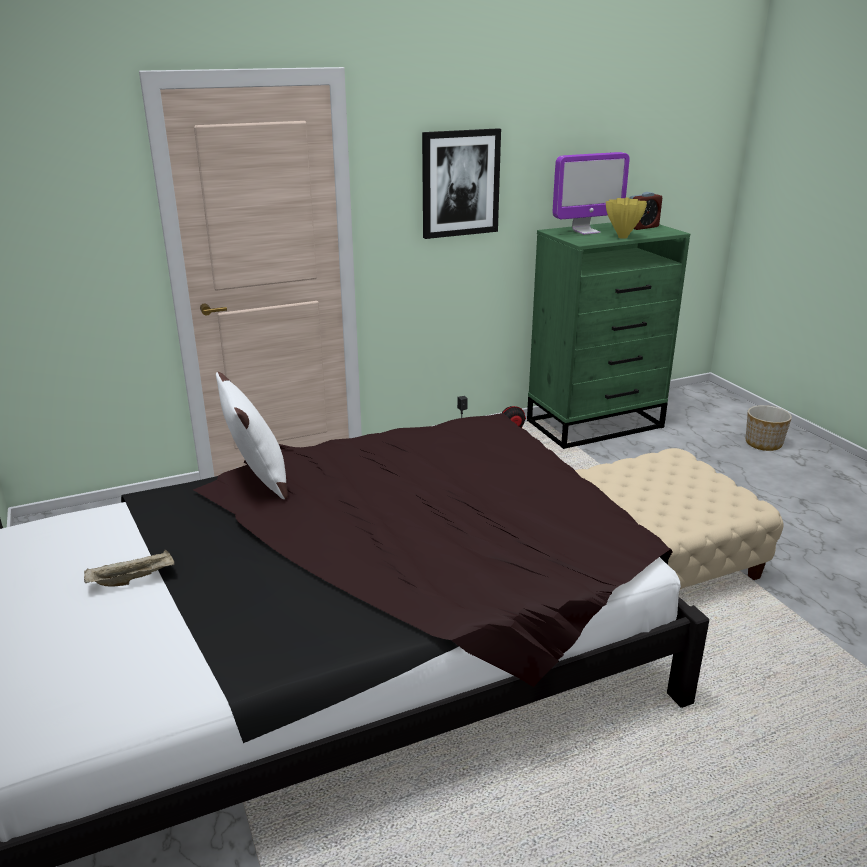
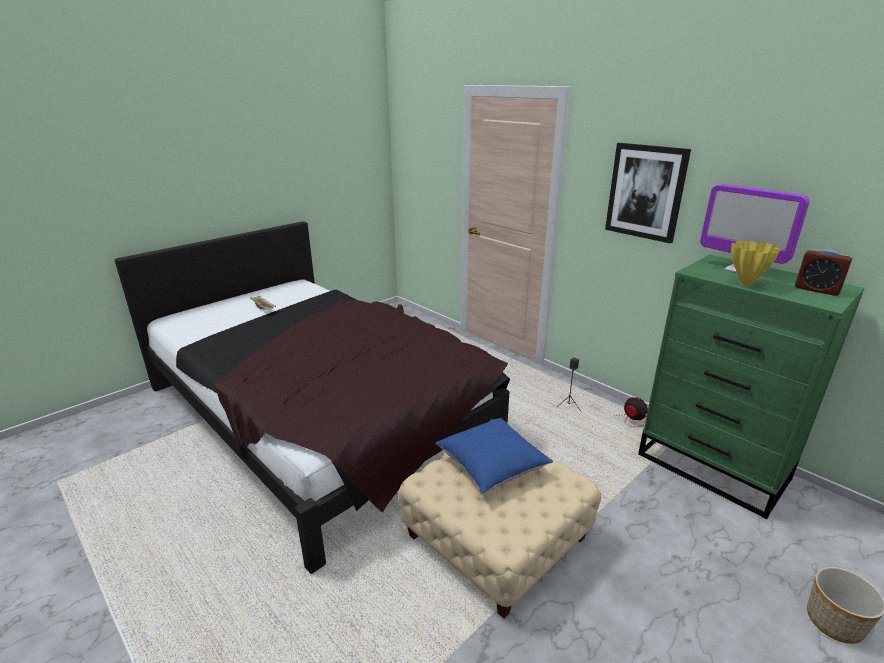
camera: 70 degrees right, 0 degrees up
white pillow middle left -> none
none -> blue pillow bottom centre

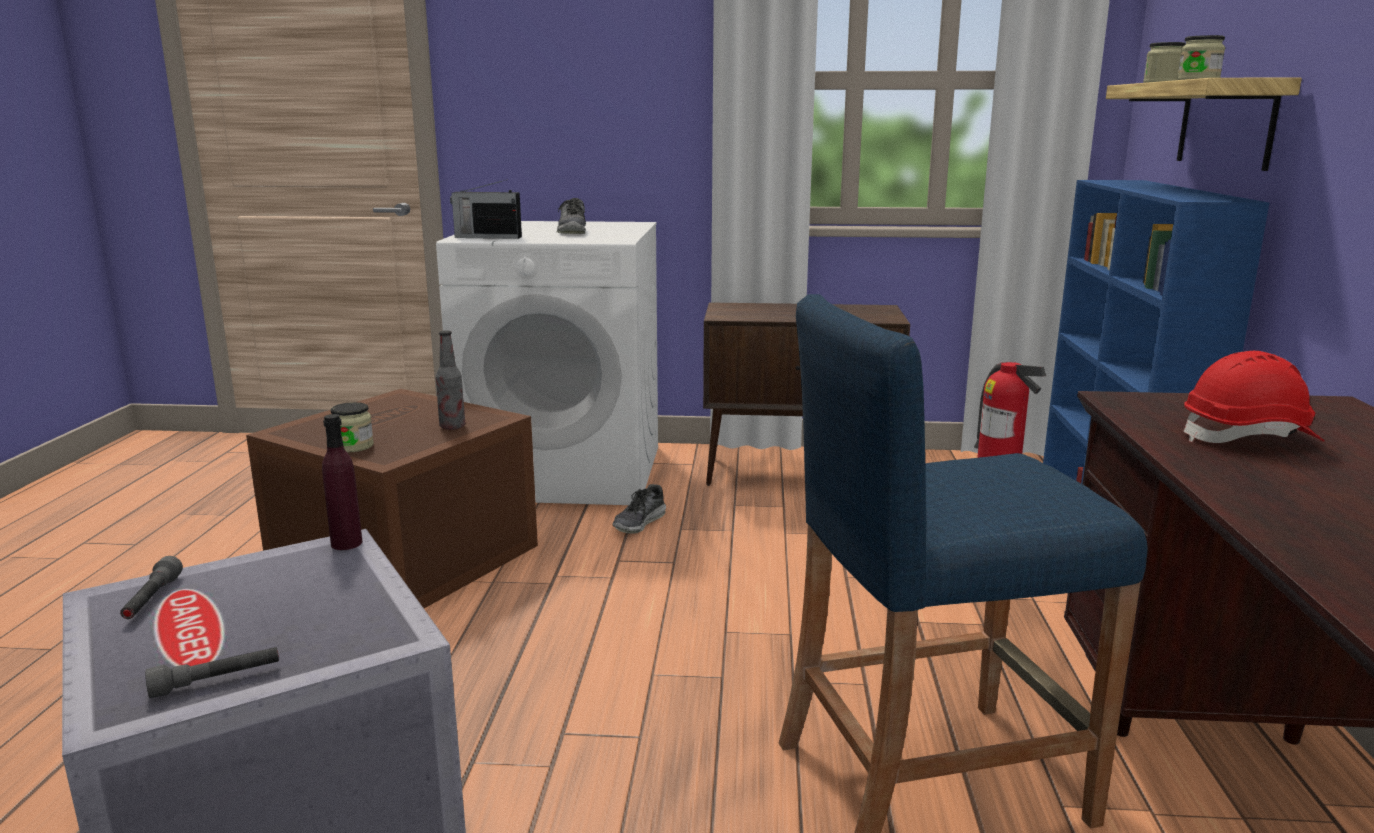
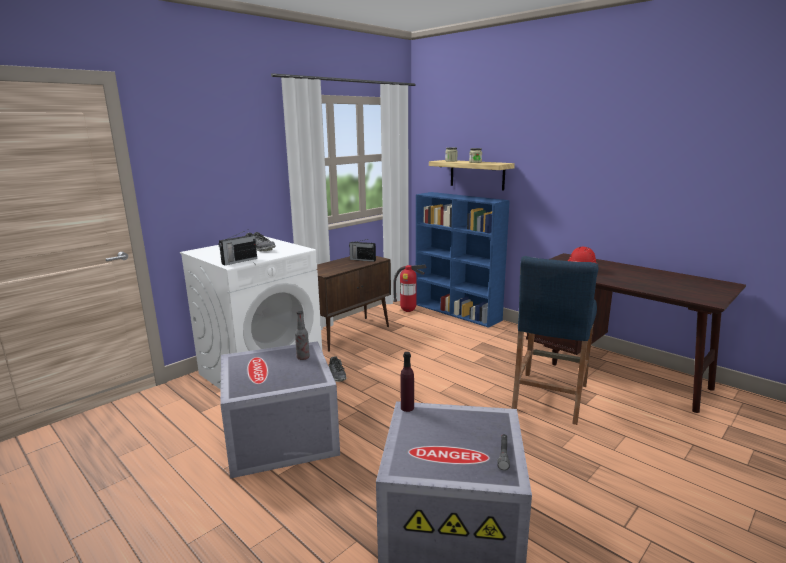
camera: 50 degrees left, 0 degrees up
grey flashlight (1st from left) bottom left -> none
jar (1st from left) middle left -> none
none -> radio (2nd from left) centre
brown storage box middle left -> grey storage box (1st from left) bottom centre

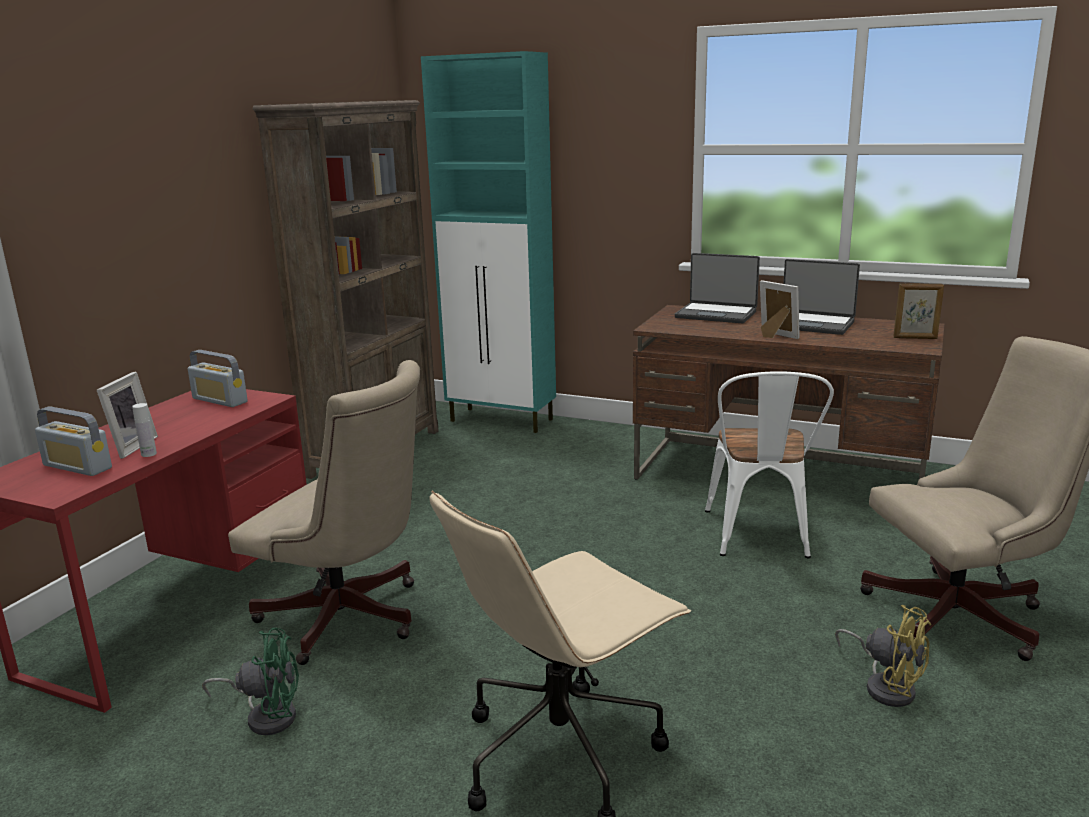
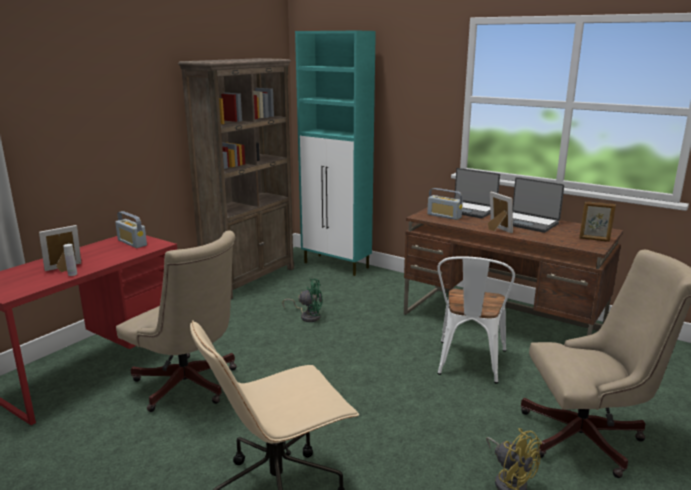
camera: 10 degrees right, 0 degrees up
radio (1st from left in the first image) middle left -> radio (2nd from left) centre, move
green fan bottom left -> green fan centre, move
picture frame (1st from left) middle left, 150 degrees counterclockwise

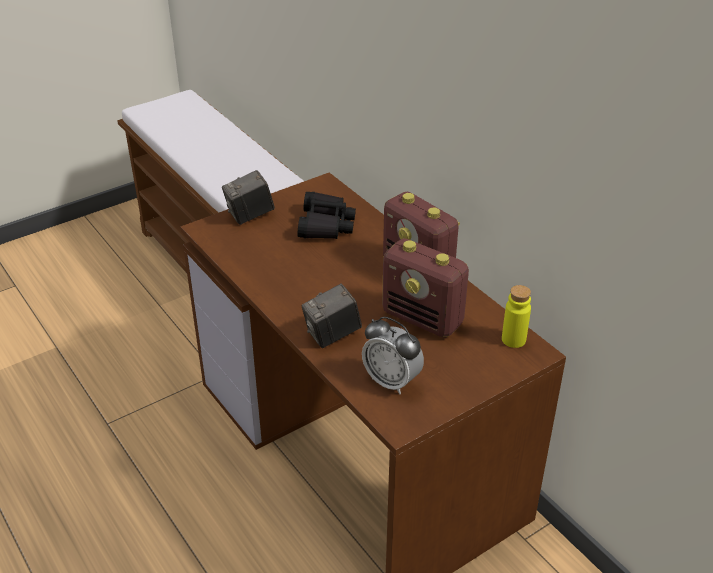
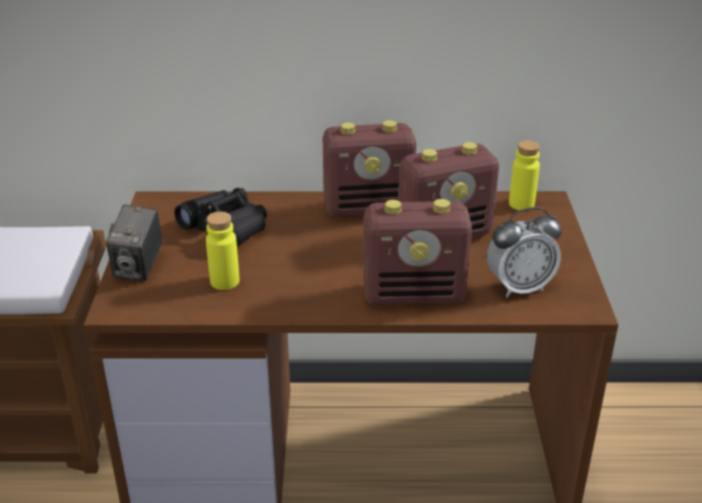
camera: 55 degrees left, 5 degrees down
none -> yellow bottle (1st from left) middle left
photo camera (2nd from left) centre -> radio (2nd from left) centre

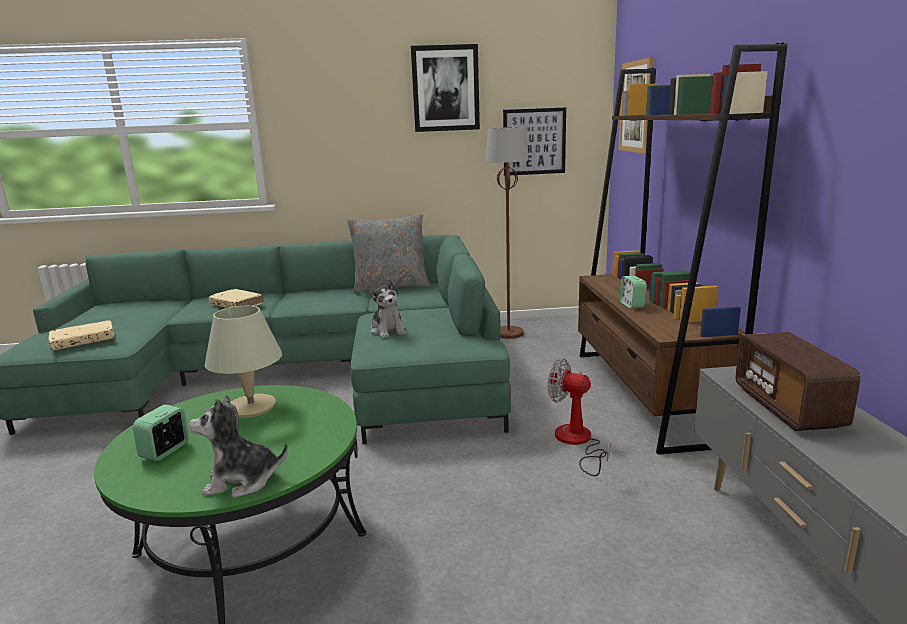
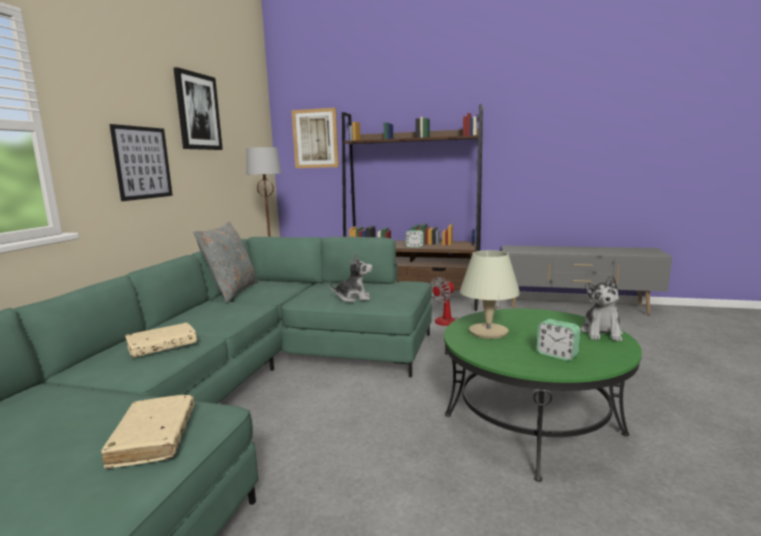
camera: 70 degrees left, 5 degrees down
radio middle right -> none
picture (2nd from left in the first image) top centre -> picture (1st from left) top left, move

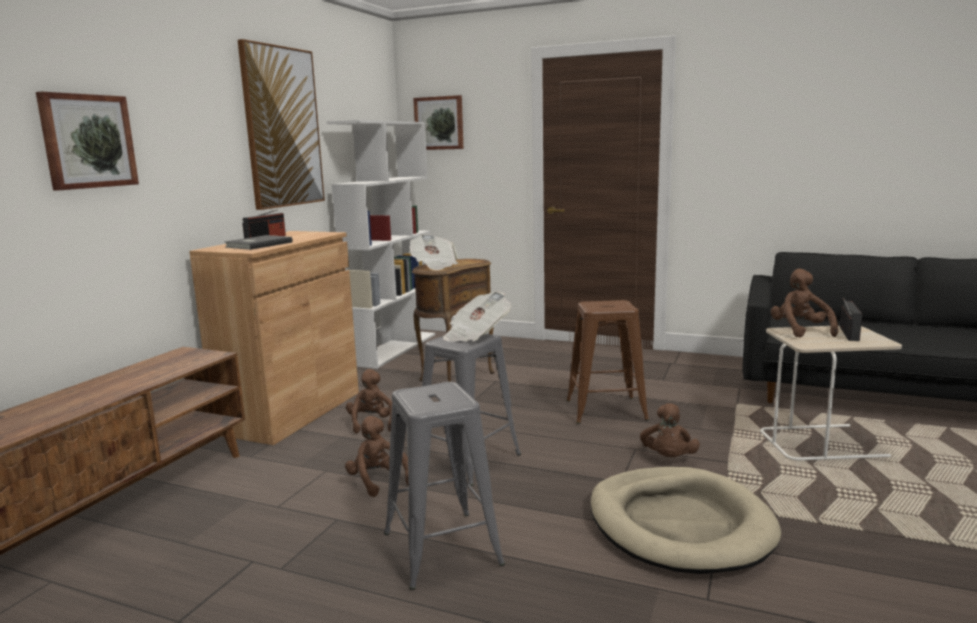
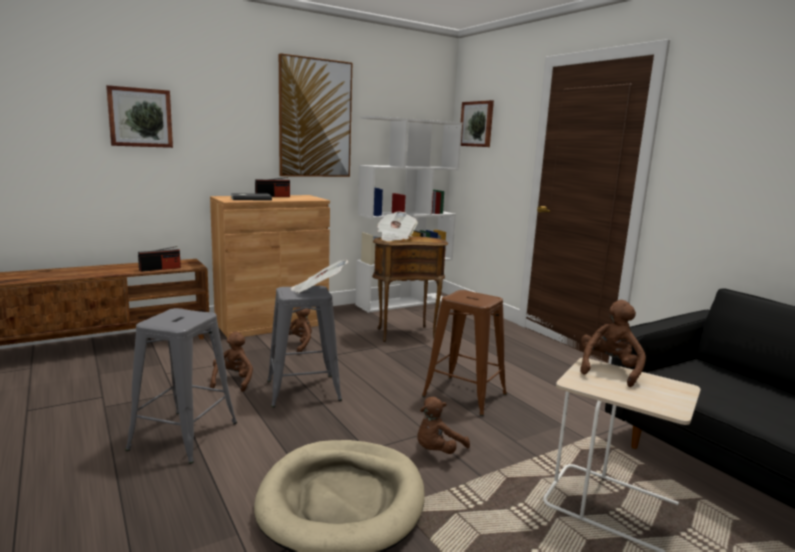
camera: 35 degrees right, 0 degrees up
radio (2nd from left in the first image) middle right -> radio (1st from left) middle left, move

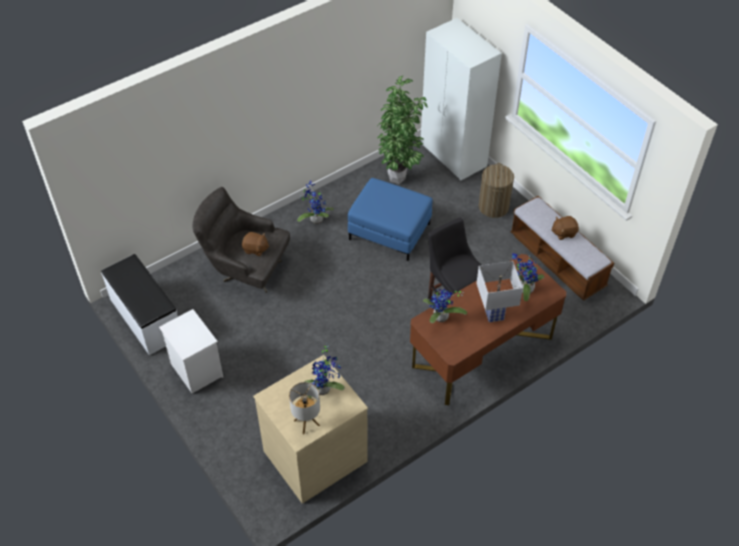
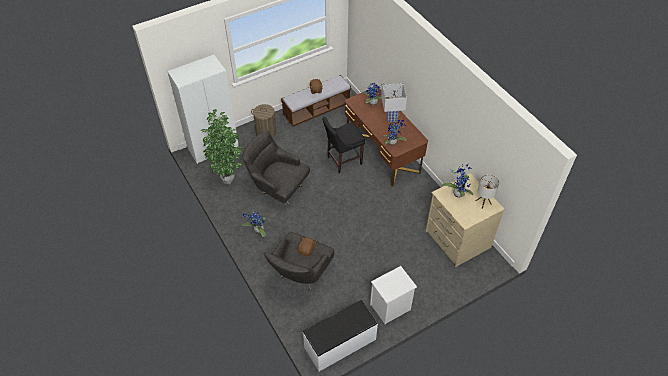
camera: 85 degrees left, 0 degrees up
blue ottoman centre -> grey armchair (1st from left) centre

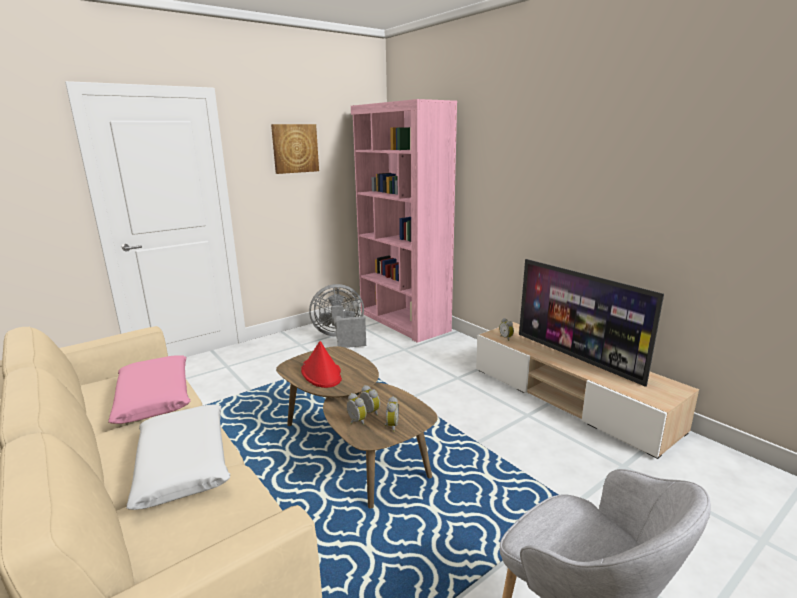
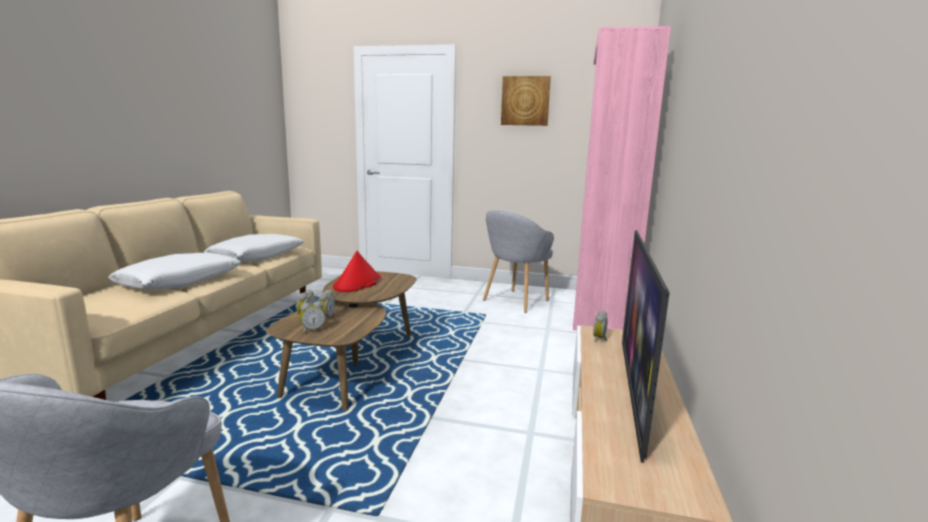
camera: 50 degrees right, 5 degrees down
grey fan centre -> grey armchair (2nd from left) centre
pink pillow middle left -> white pillow (2nd from left) middle left

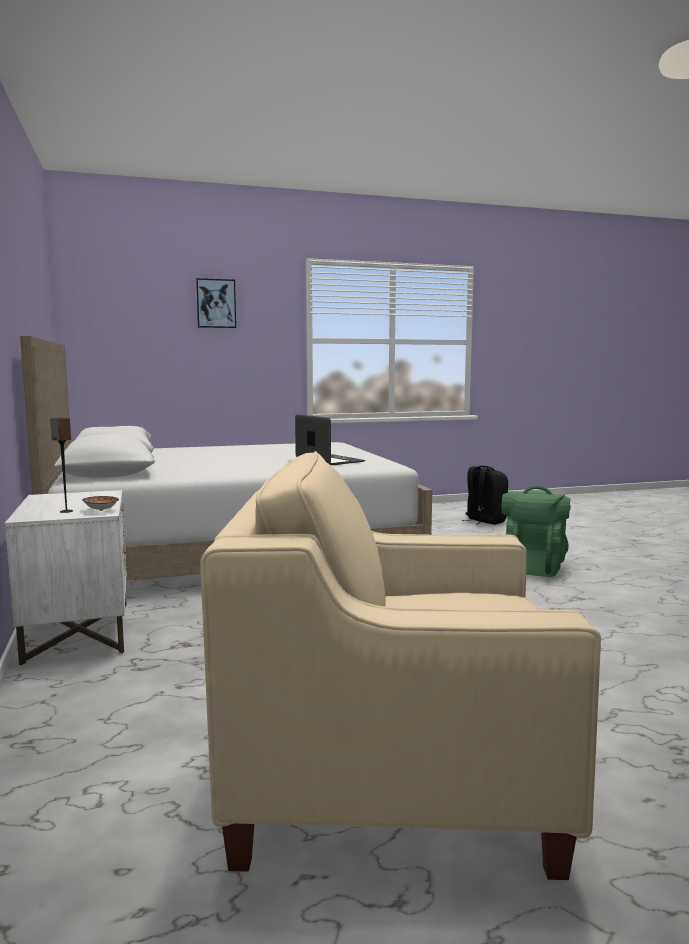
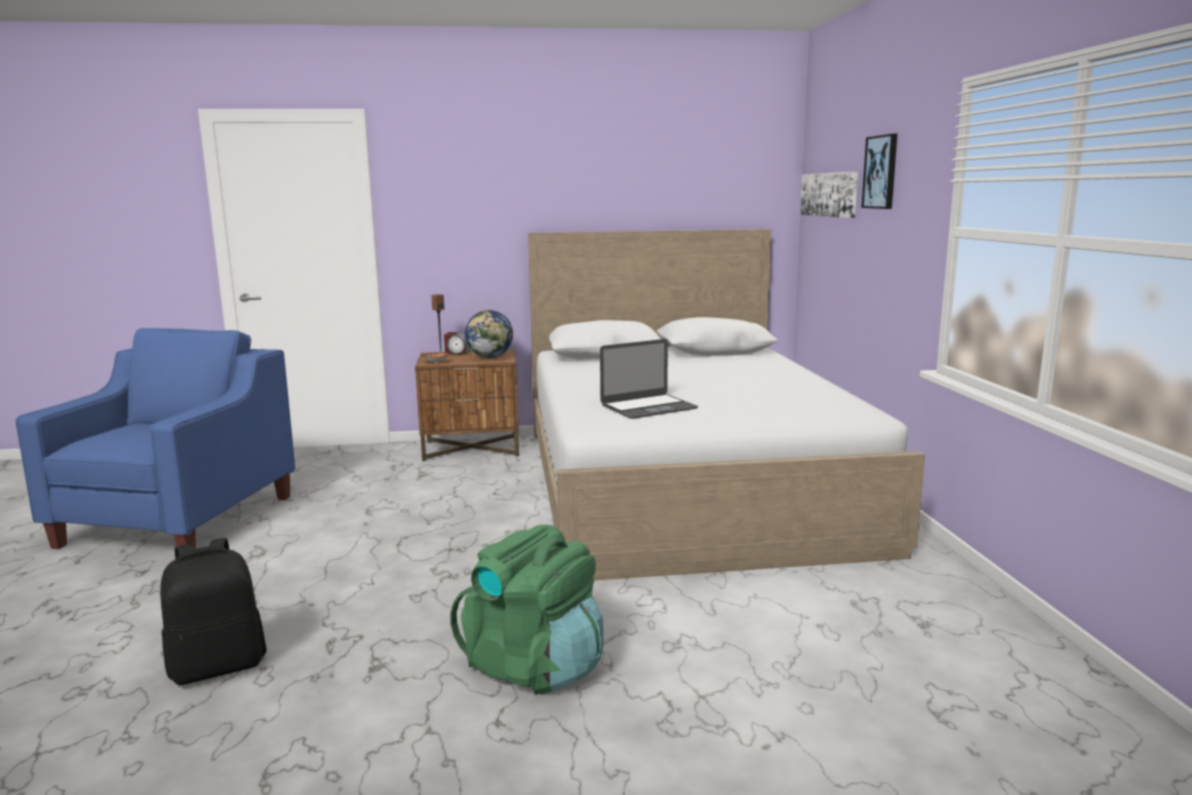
camera: 100 degrees right, 5 degrees up
none -> alarm clock centre
none -> globe centre
none -> picture (1st from left) top right
black backpack middle right -> black backpack bottom left, move
white nightstand middle left -> brown nightstand centre
beige armchair bottom centre -> blue armchair middle left

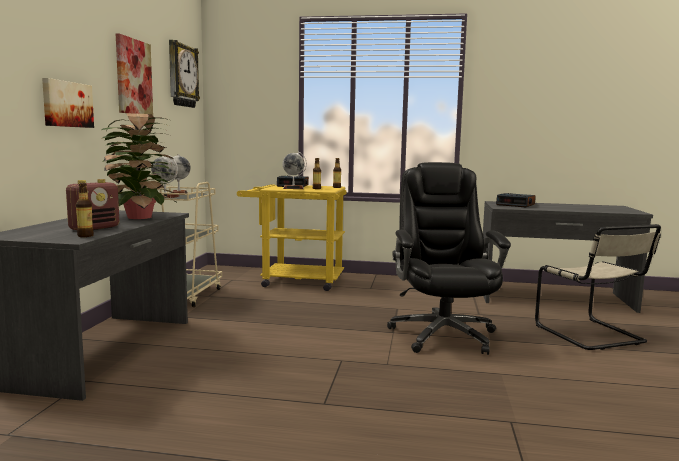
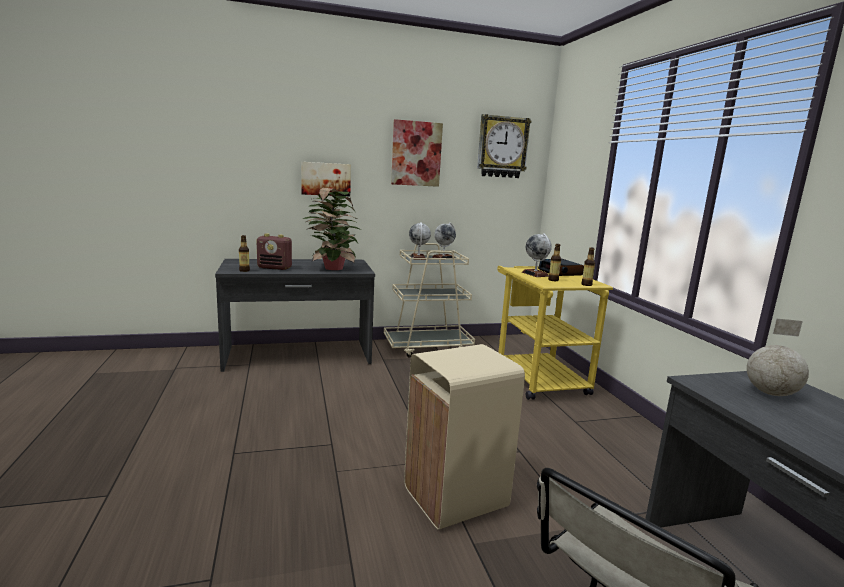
camera: 65 degrees right, 5 degrees up
black office chair centre -> beige trash can bottom centre
alarm clock (2nd from left) middle right -> globe (4th from left) middle right

